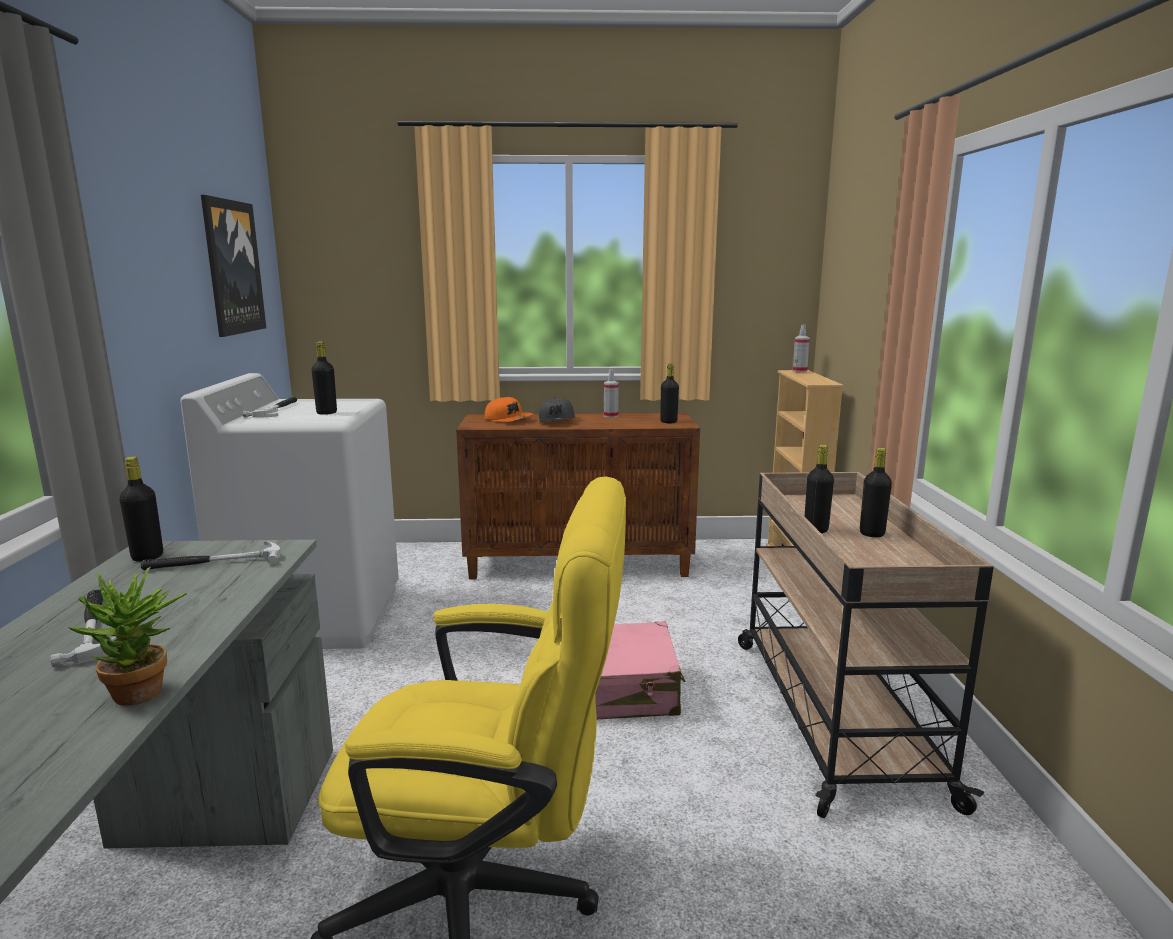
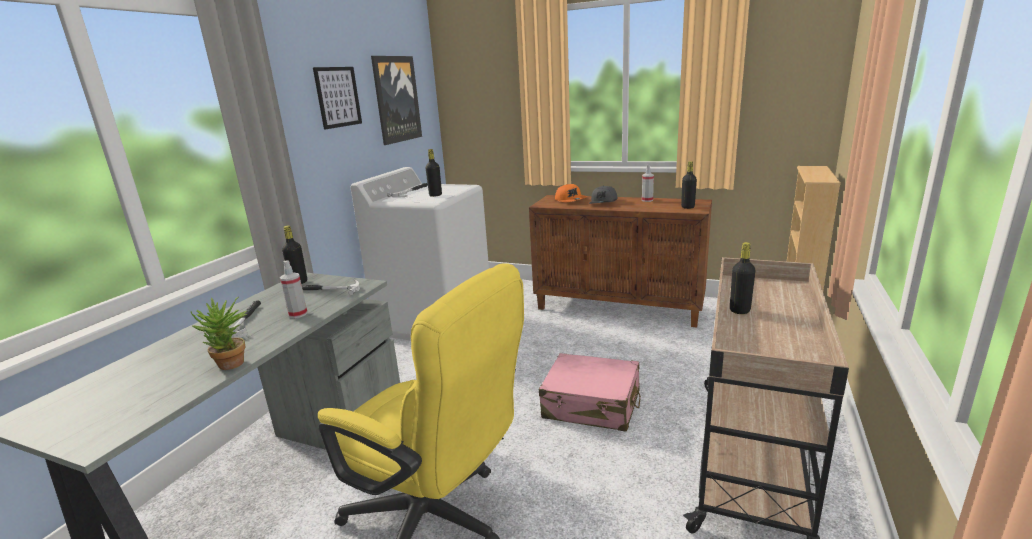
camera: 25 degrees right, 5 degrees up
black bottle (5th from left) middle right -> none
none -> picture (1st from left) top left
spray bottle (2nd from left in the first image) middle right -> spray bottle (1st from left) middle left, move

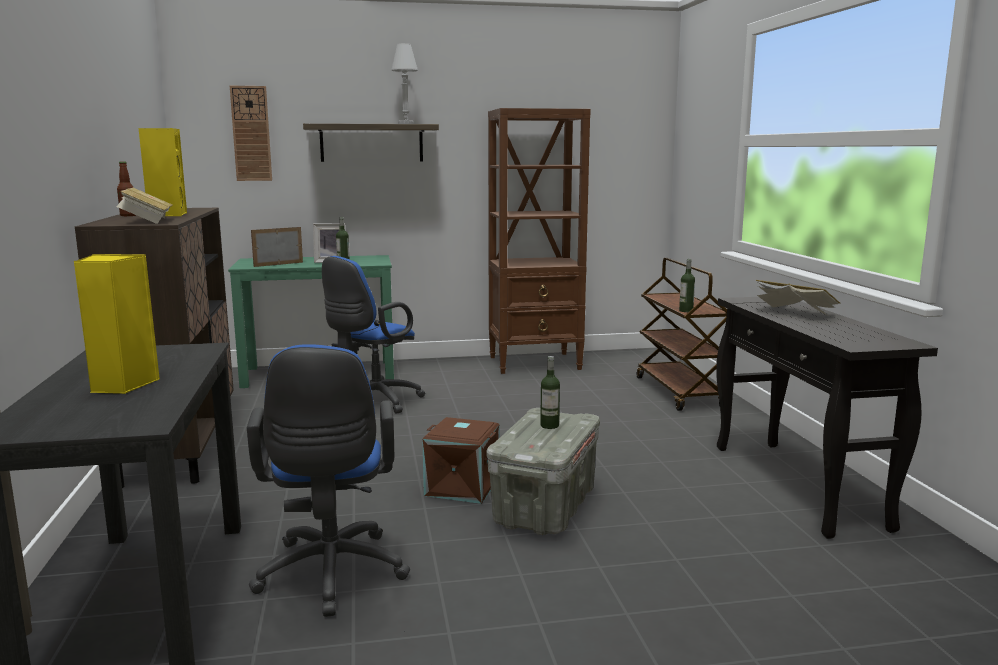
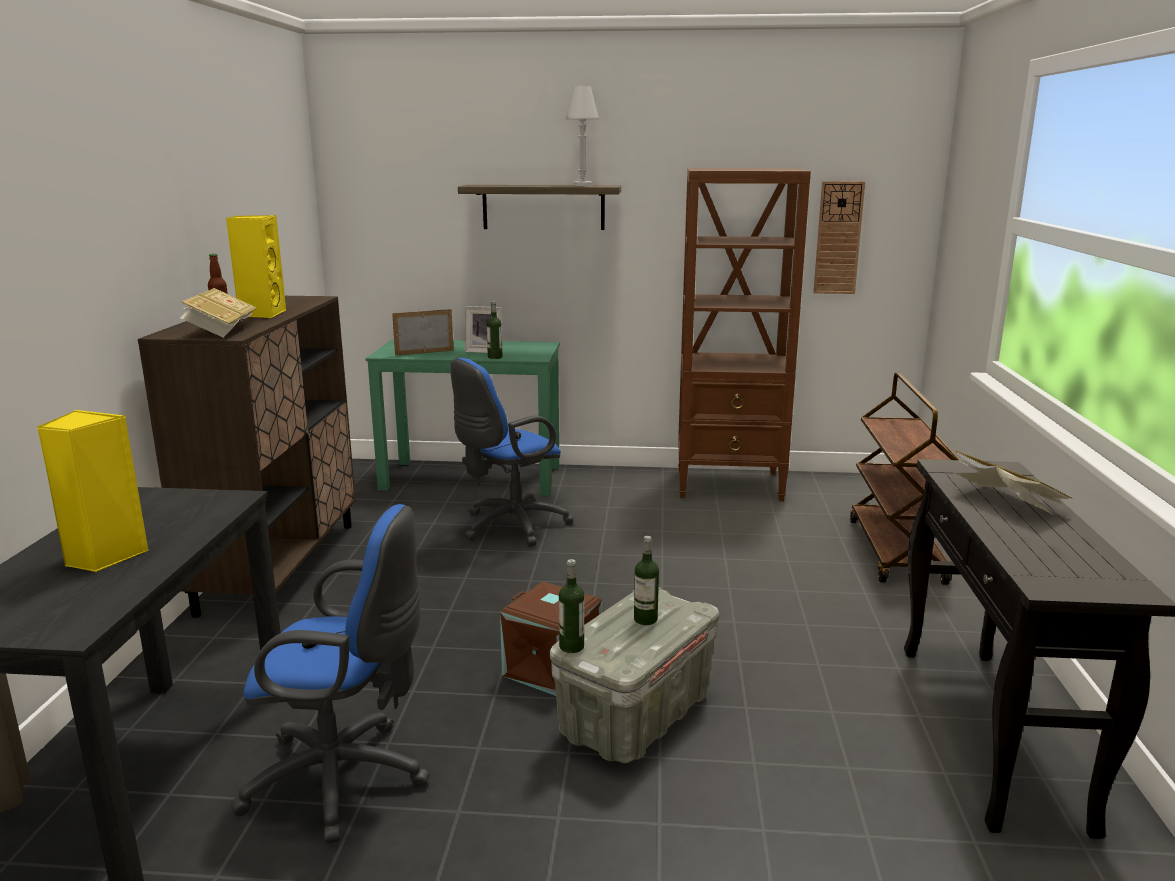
camera: 15 degrees right, 5 degrees up
wall clock top left -> wall clock top right, move
bottle (4th from left in the first image) middle right -> bottle (3rd from left) bottom centre, move
blue office chair (1st from left) bottom left, 90 degrees counterclockwise

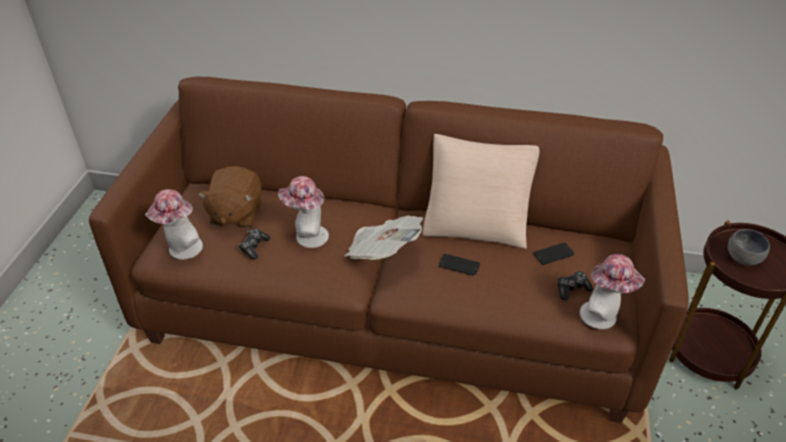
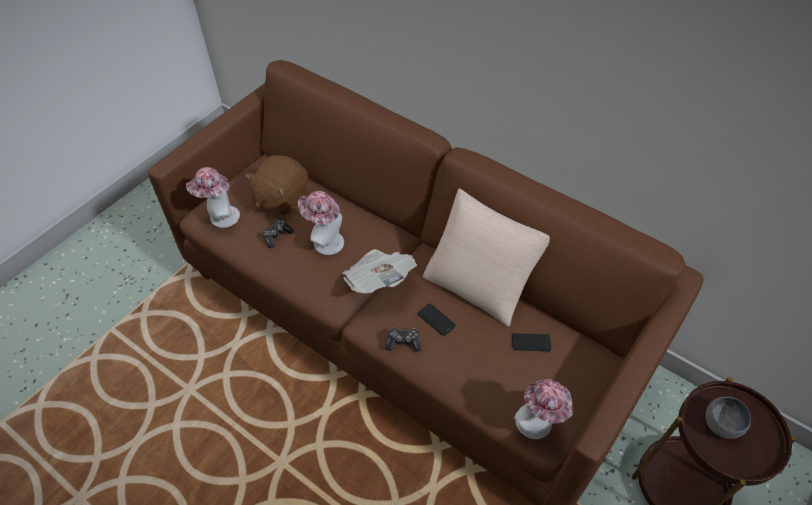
camera: 25 degrees right, 10 degrees up
game controller (2nd from left) middle right -> game controller (2nd from left) bottom centre, move

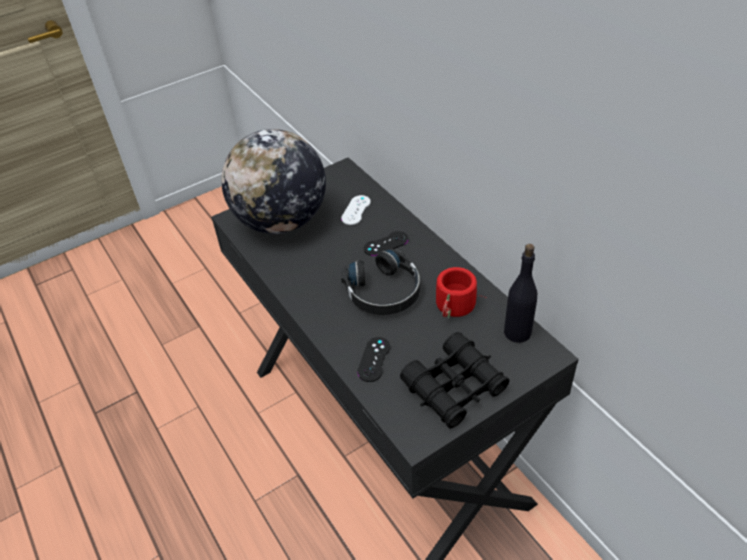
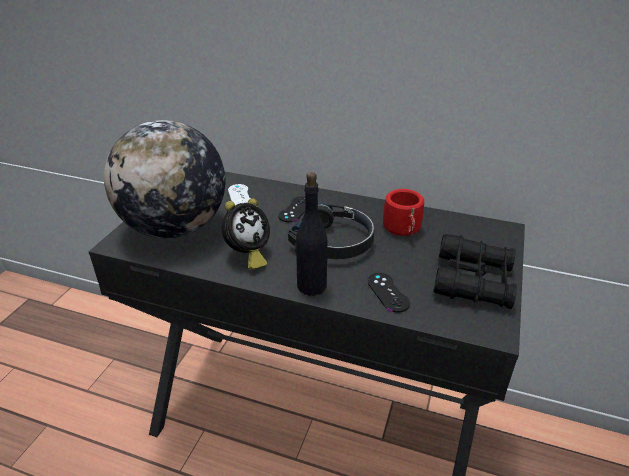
camera: 40 degrees left, 10 degrees down
none -> alarm clock centre
black bottle middle right -> black bottle centre, move

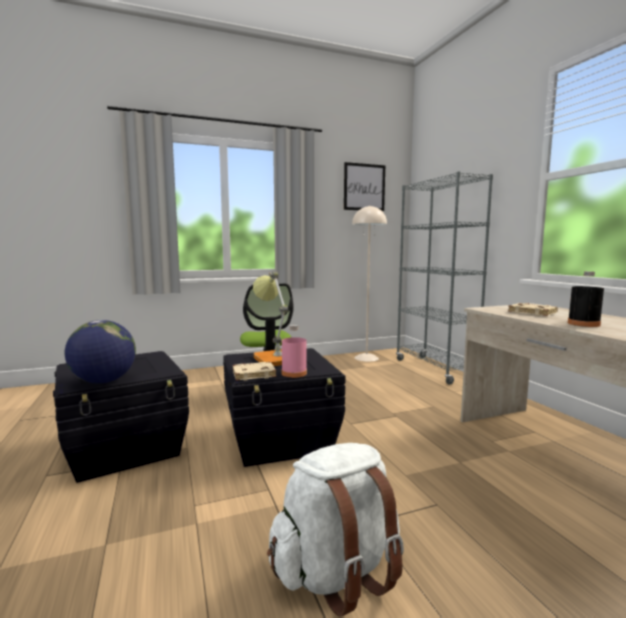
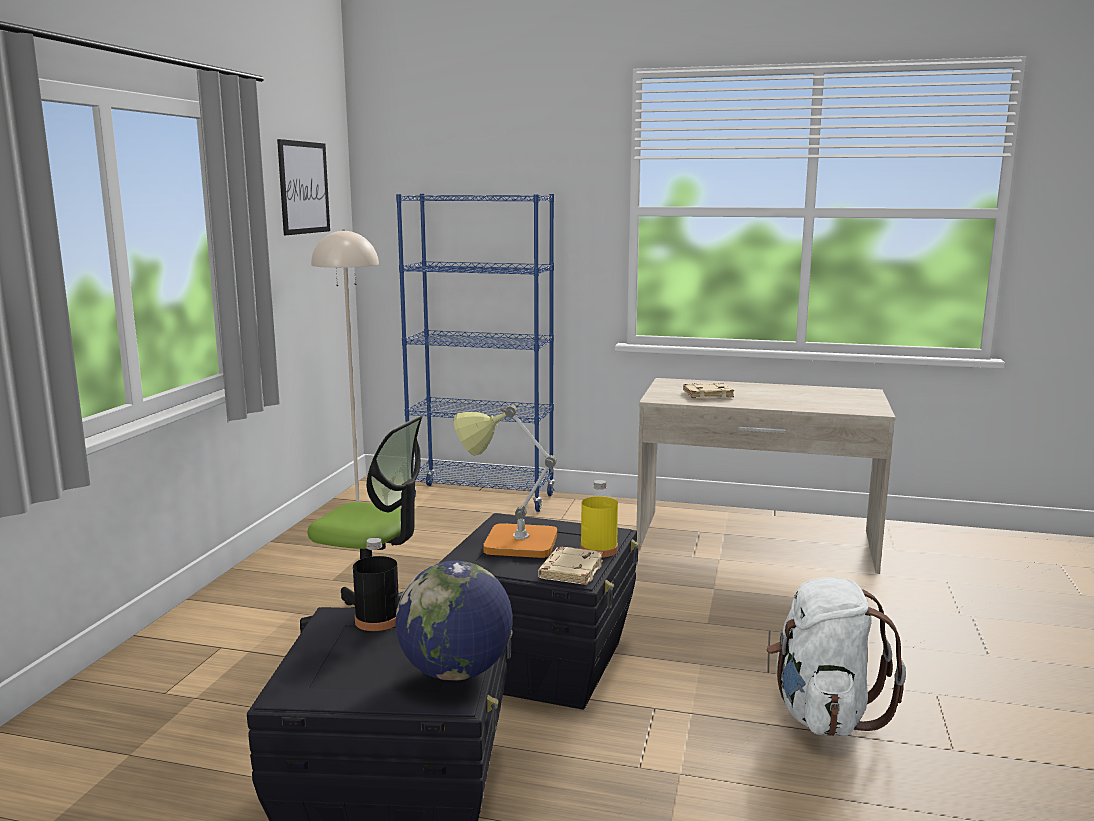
camera: 55 degrees left, 5 degrees up
black bottle middle right -> black bottle bottom centre, move
pink bottle centre -> yellow bottle centre
grey bookcase middle right -> blue bookcase centre

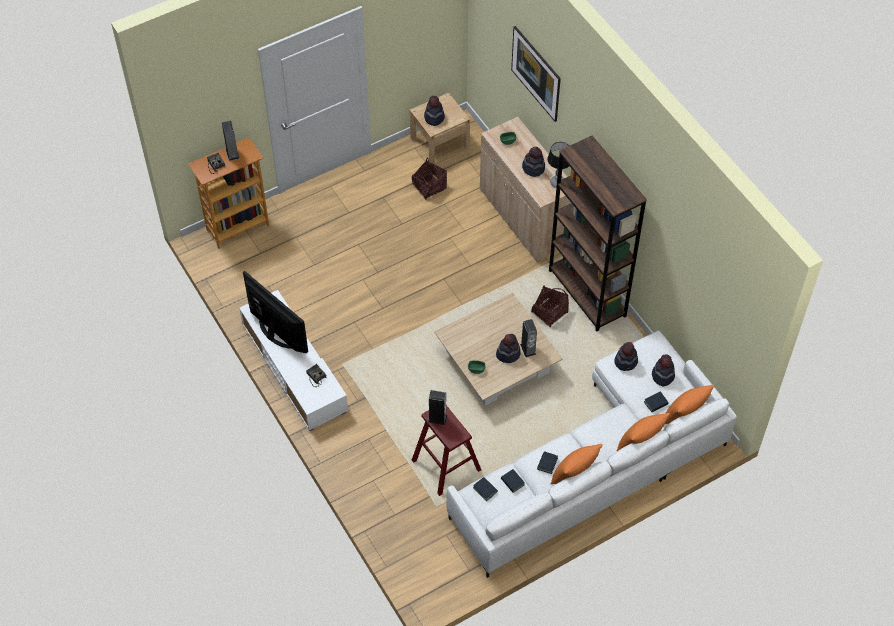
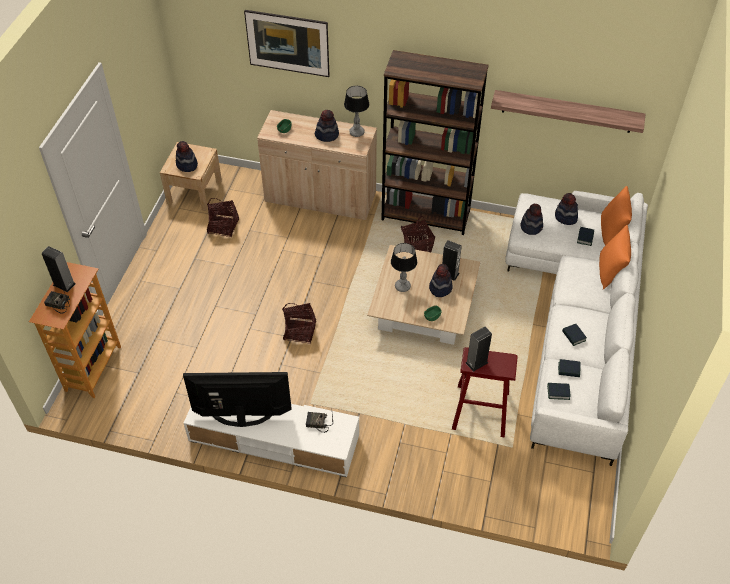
camera: 45 degrees left, 5 degrees down
orange pillow (1st from left) bottom centre -> none
none -> basket (2nd from left) centre
none -> table lamp (2nd from left) centre
none -> shelf top right

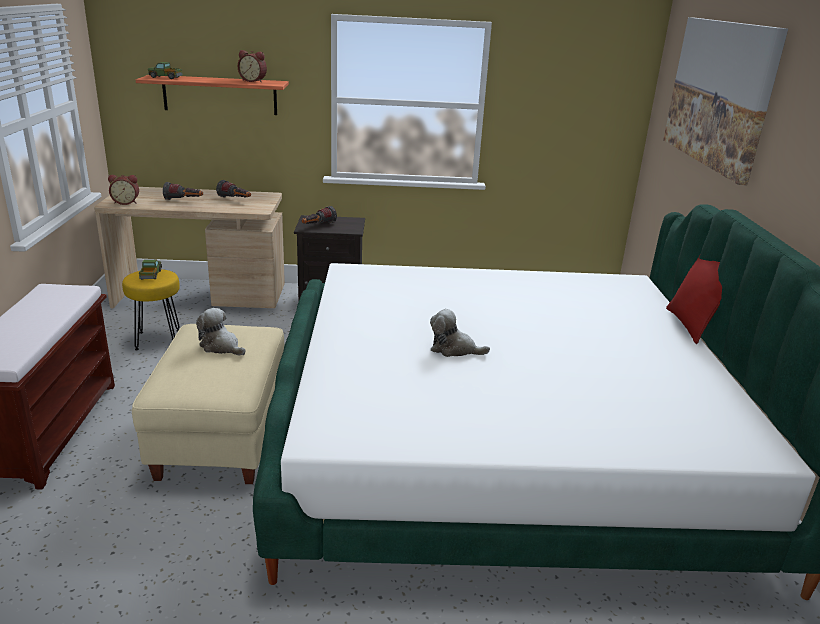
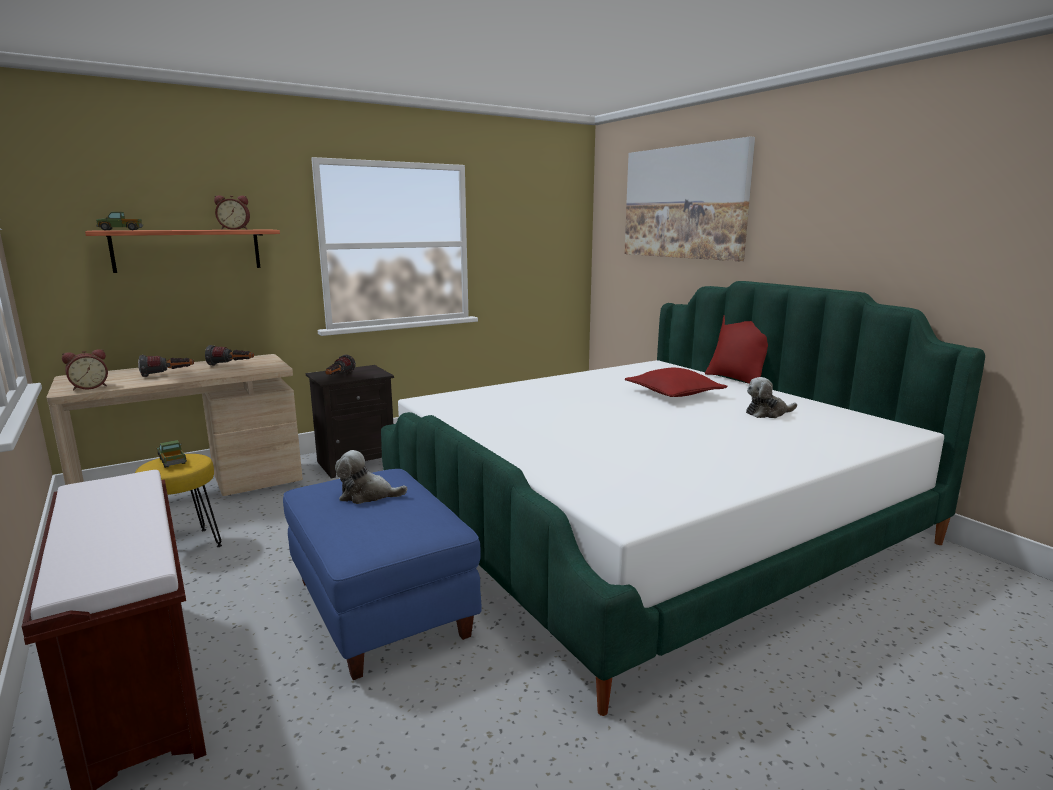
camera: 30 degrees left, 10 degrees down
none -> red pillow (1st from left) centre
plush toy (2nd from left) centre -> plush toy (2nd from left) middle right, move
beige ottoman middle left -> blue ottoman bottom centre

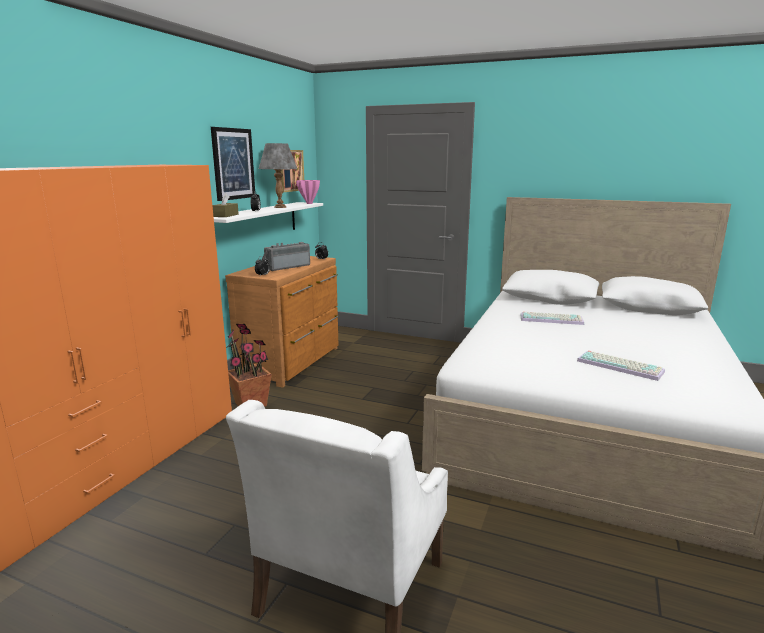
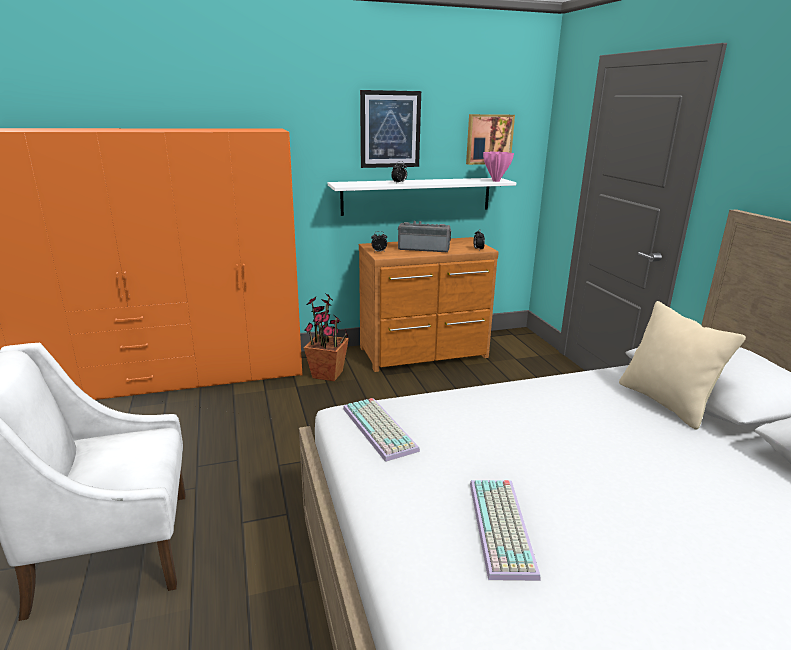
camera: 50 degrees right, 5 degrees up
brown tissue box top left -> none
grey table lamp top centre -> none
none -> beige pillow middle right
keyboard (1st from left) middle right -> keyboard (1st from left) centre, move

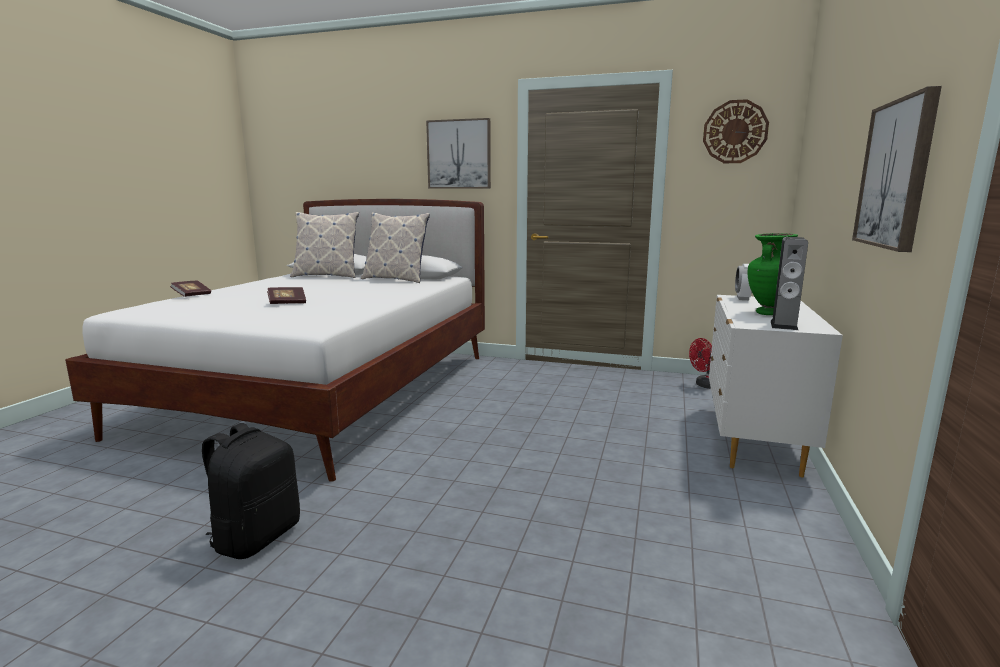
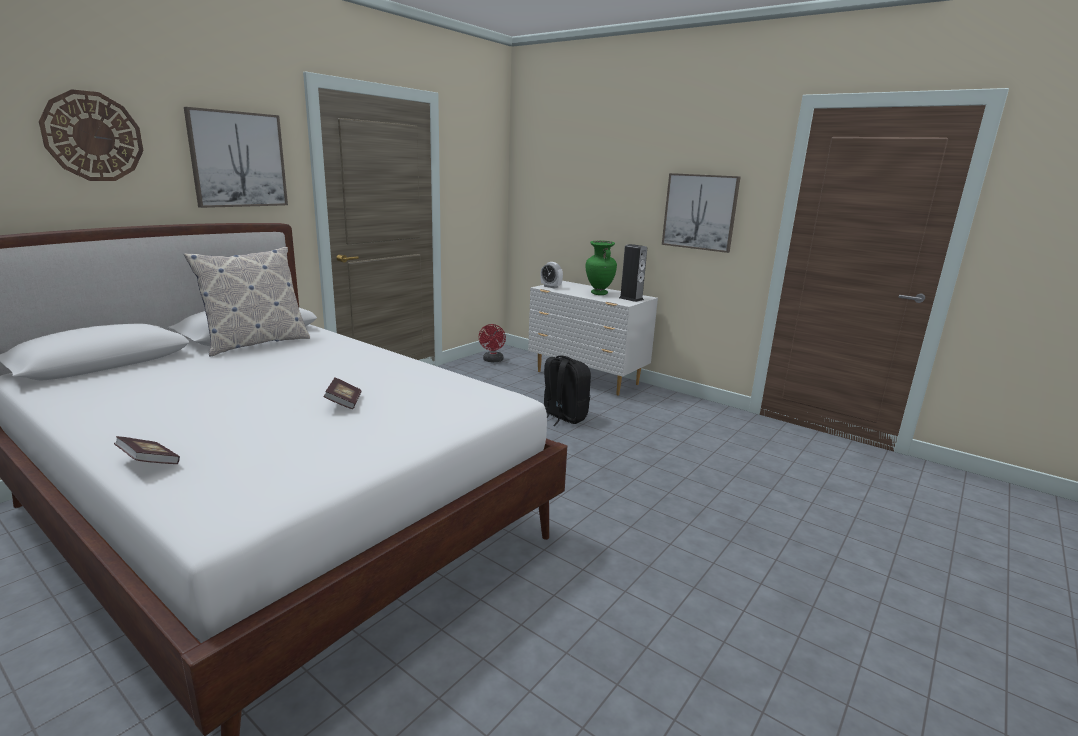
camera: 70 degrees left, 5 degrees up
pillow (1st from left) middle left -> none
black backpack bottom left -> black backpack centre, move
wall clock top right -> wall clock top left, move

